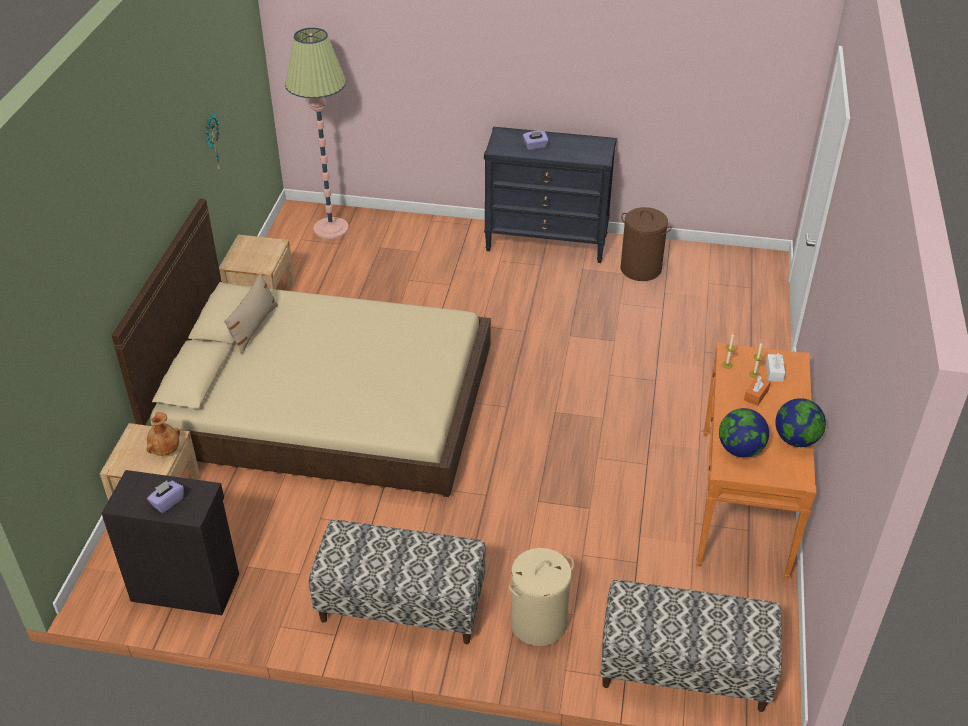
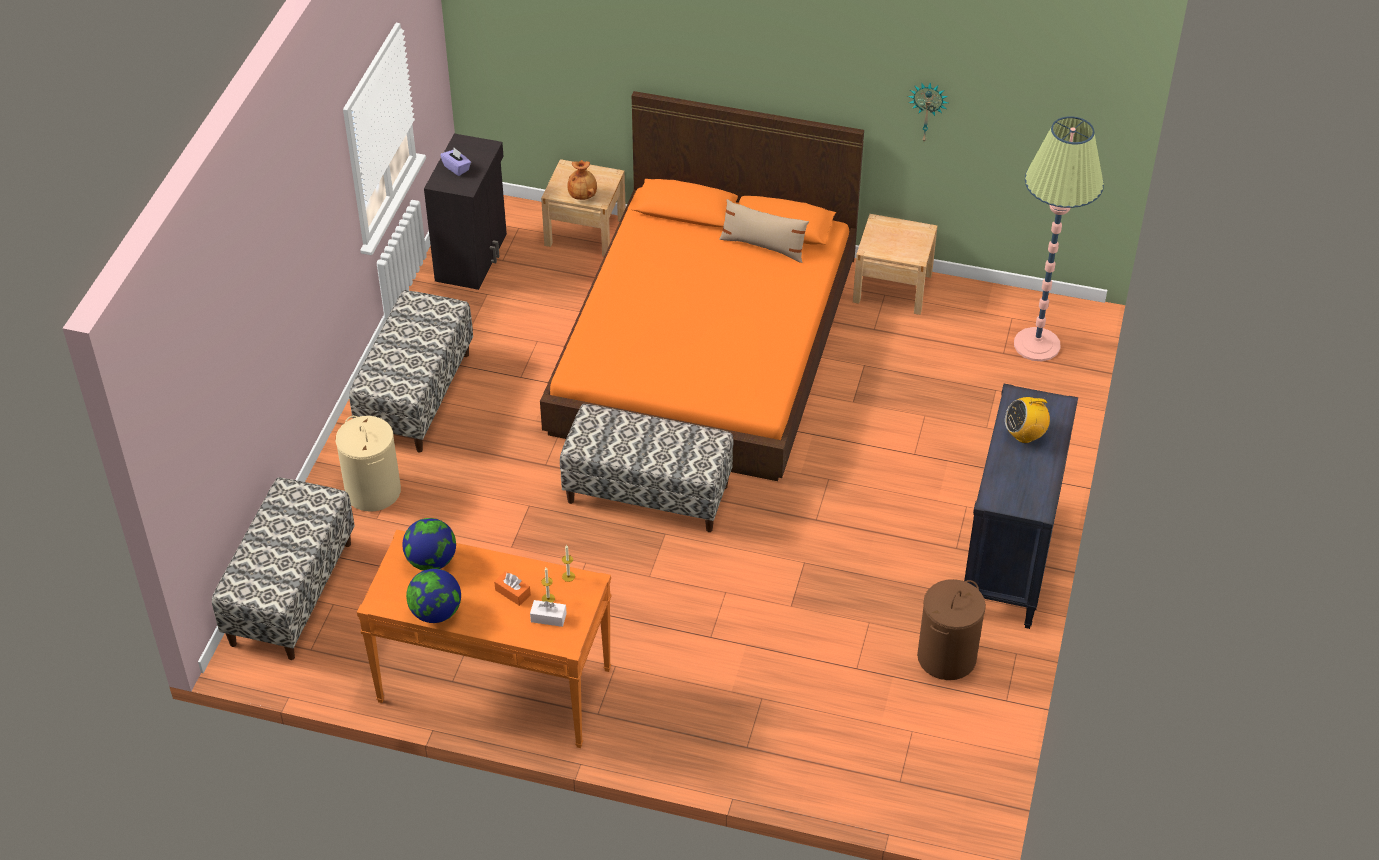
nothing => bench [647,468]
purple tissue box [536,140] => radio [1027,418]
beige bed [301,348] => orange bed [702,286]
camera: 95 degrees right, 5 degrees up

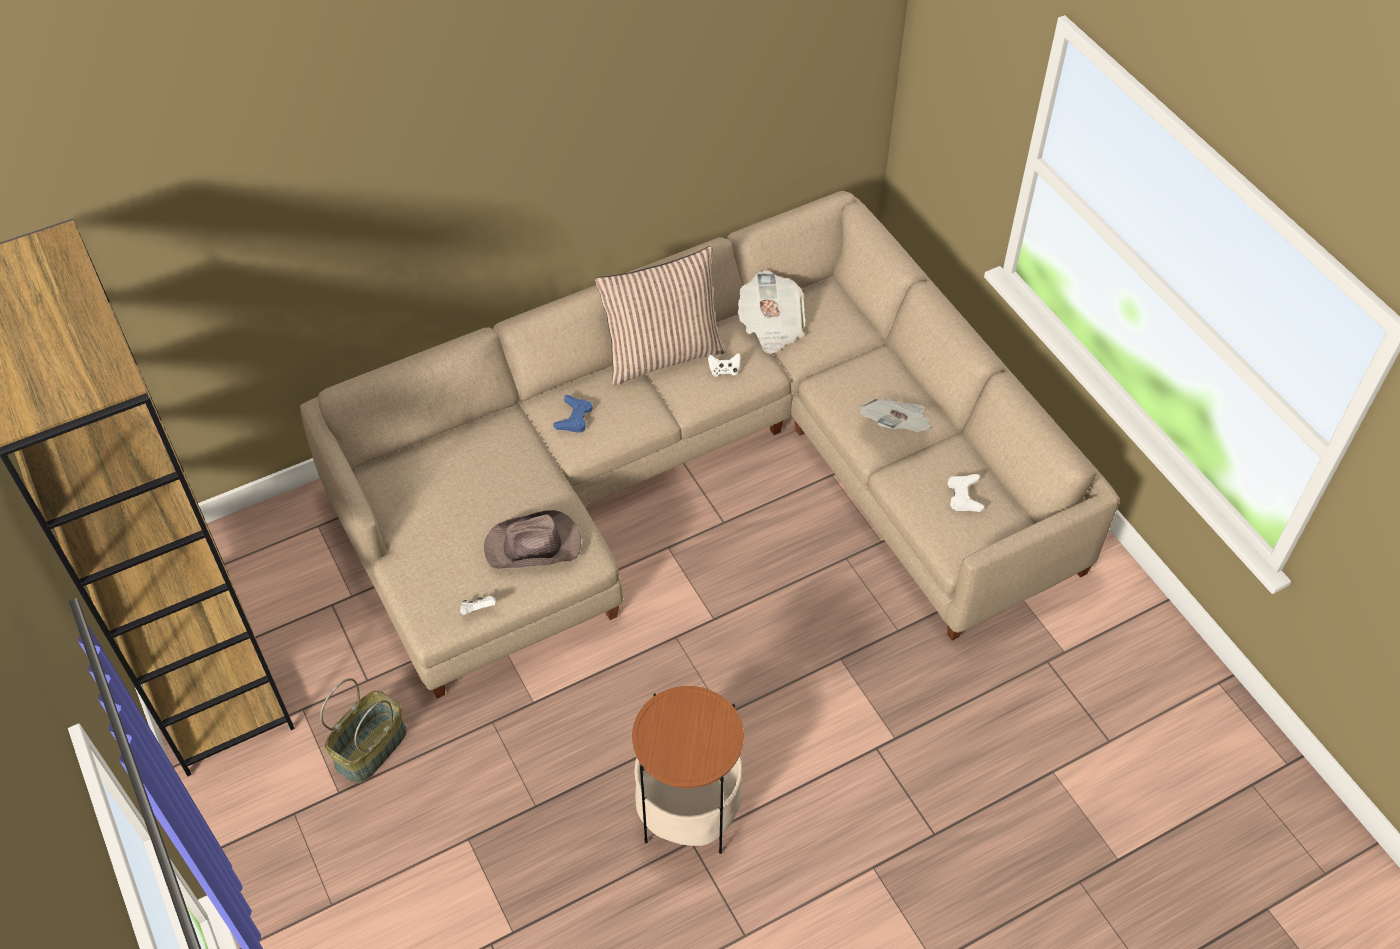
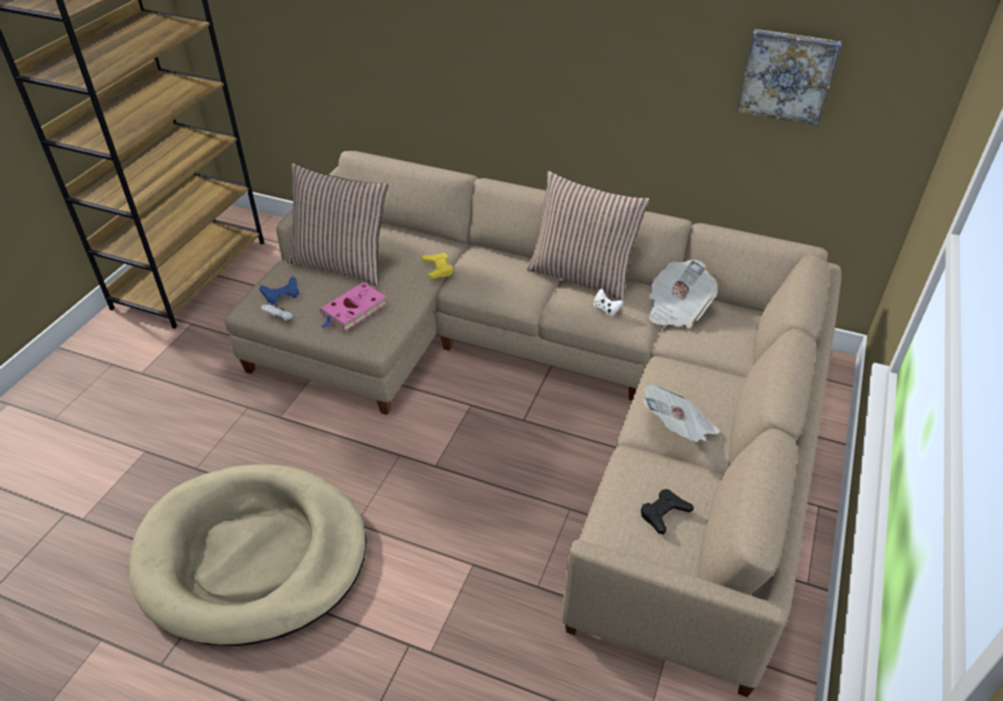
basket [363,730] => nothing
nothing => pillow [337,224]
nothing => yellow game controller [437,266]
nothing => picture [789,77]
blue game controller [573,414] => blue game controller [279,290], shifted
brown hat [532,539] => pink book [353,306]
side table [688,770] => beige dog bed [248,555]
white game controller [965,493] => black game controller [667,512]
camera: 50 degrees right, 10 degrees down

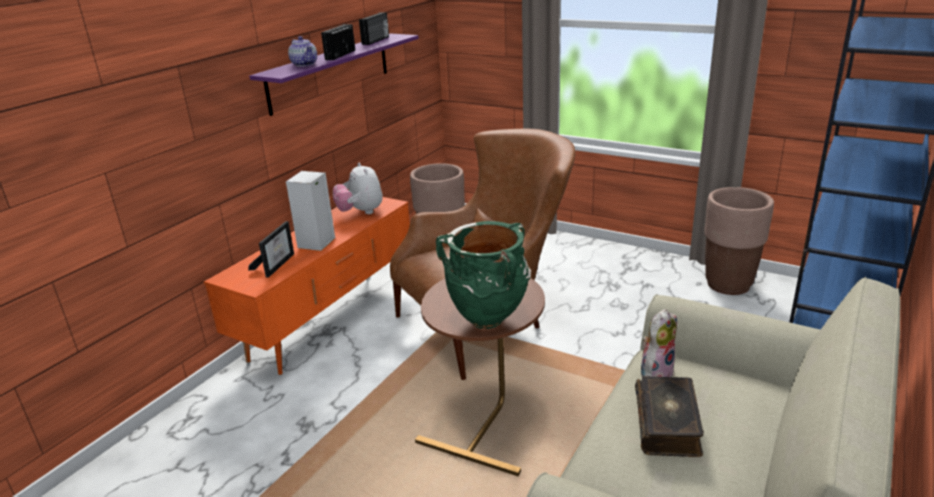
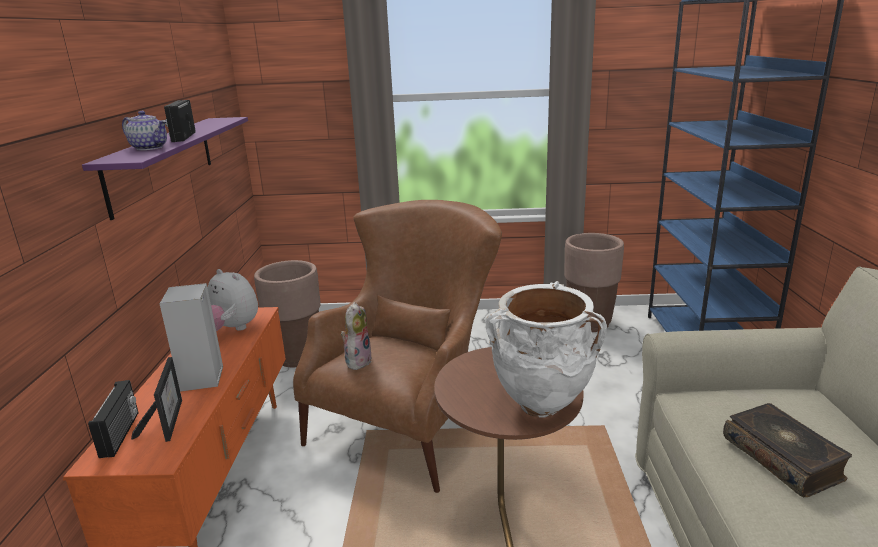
radio [374,28] => radio [113,419], shifted
plush toy [659,343] => plush toy [356,336], shifted
green vase [483,275] => white vase [546,349]
camera: 30 degrees left, 5 degrees down

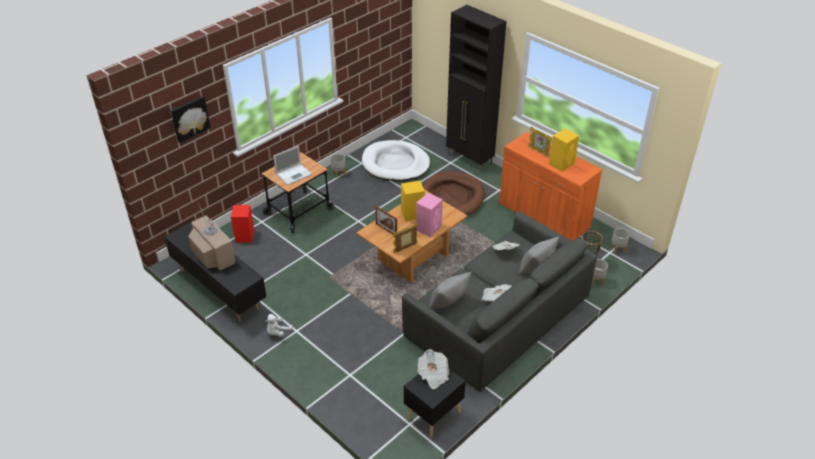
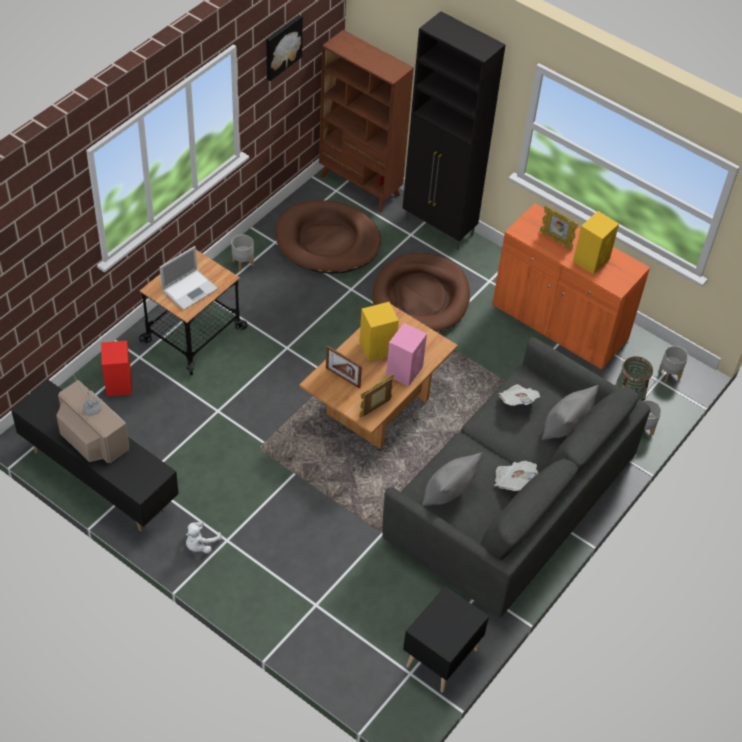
newspaper [433,369] => nothing
nothing => brown bookcase [366,121]
picture [191,119] => picture [284,48], shifted
white dog bed [396,160] => brown dog bed [328,237]
camera: 10 degrees left, 10 degrees up

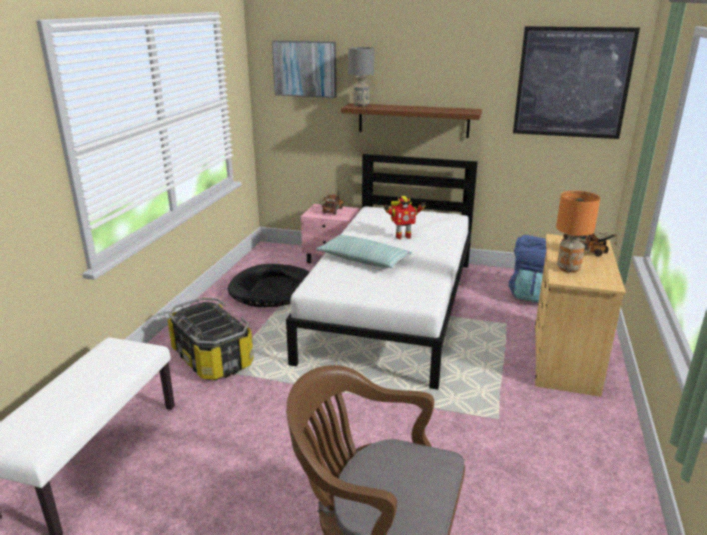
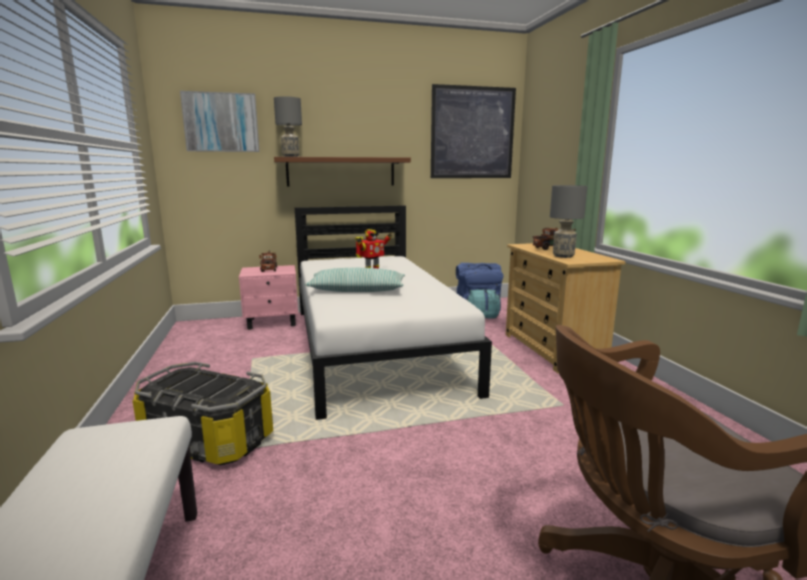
black dog bed [269,285] => nothing
orange table lamp [578,232] => grey table lamp [568,221]
camera: 30 degrees left, 10 degrees down

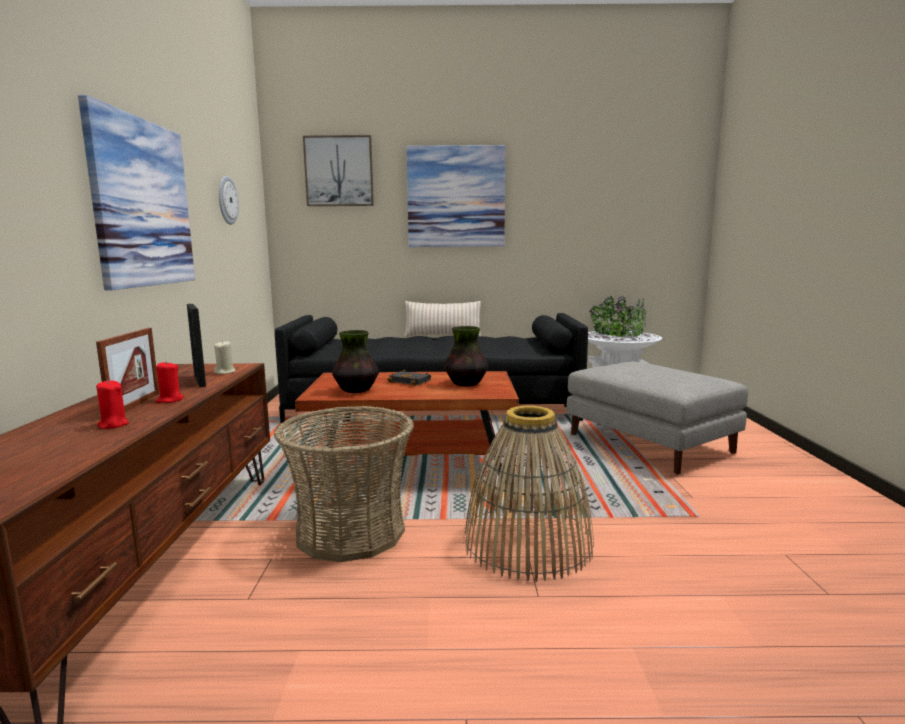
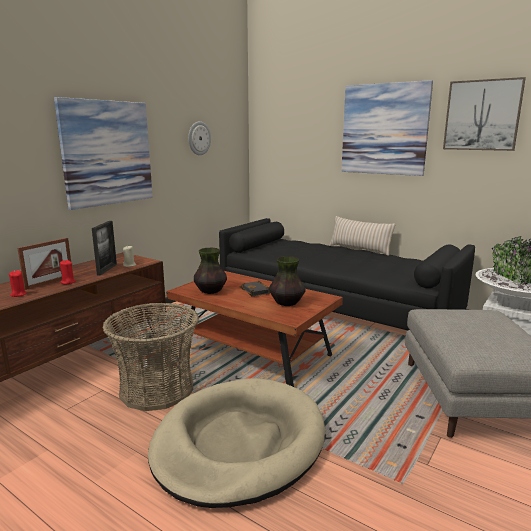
picture [338,170] => picture [484,114], shifted
basket [528,494] => beige dog bed [236,443]
camera: 35 degrees right, 5 degrees up

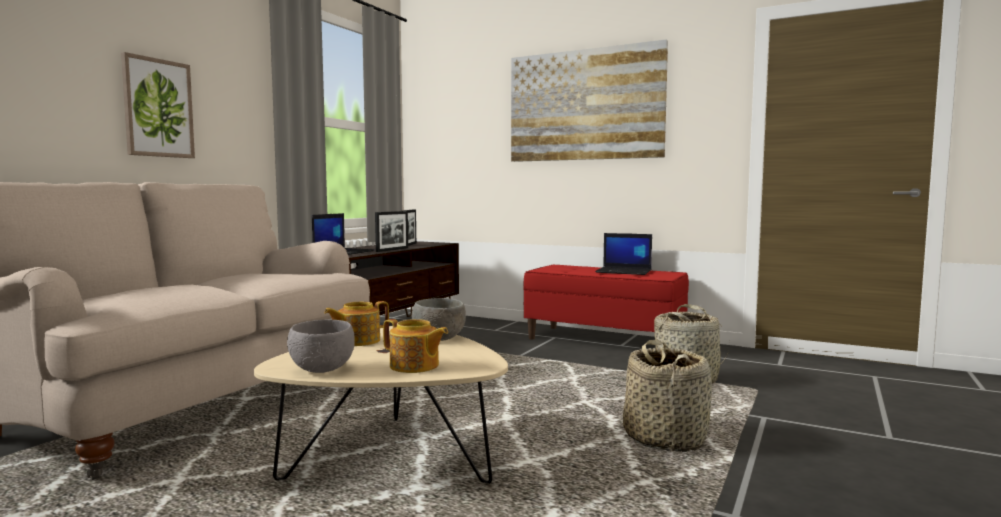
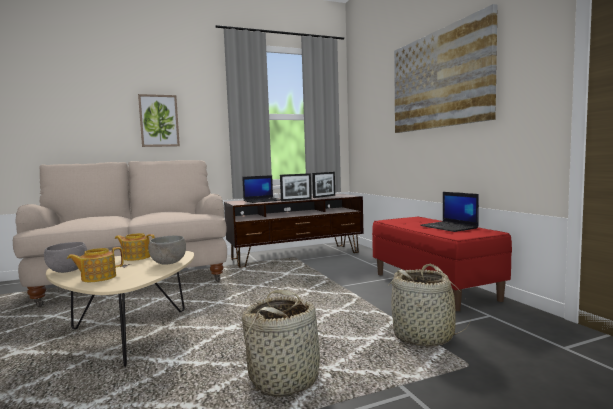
teapot [415,346] => teapot [95,264], 75 degrees clockwise
camera: 40 degrees right, 0 degrees up

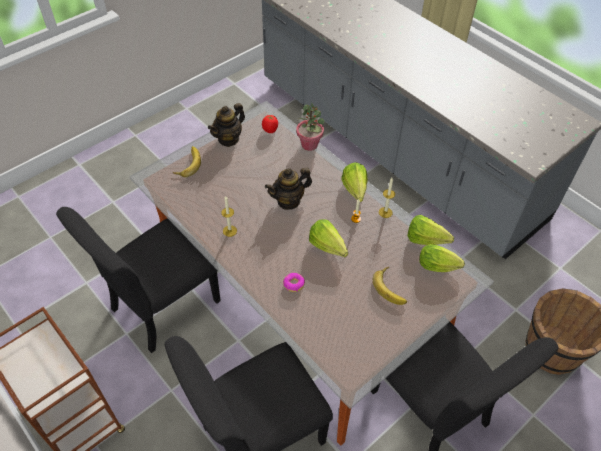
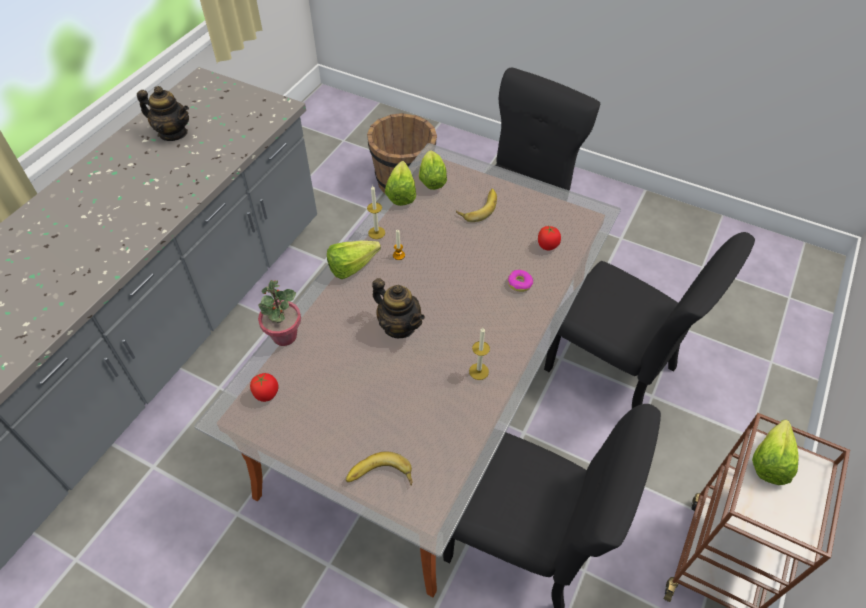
nothing => tomato [549,238]
teapot [226,125] => teapot [163,113], shifted
lettuce [328,238] => lettuce [775,452], shifted
camera: 110 degrees left, 0 degrees up

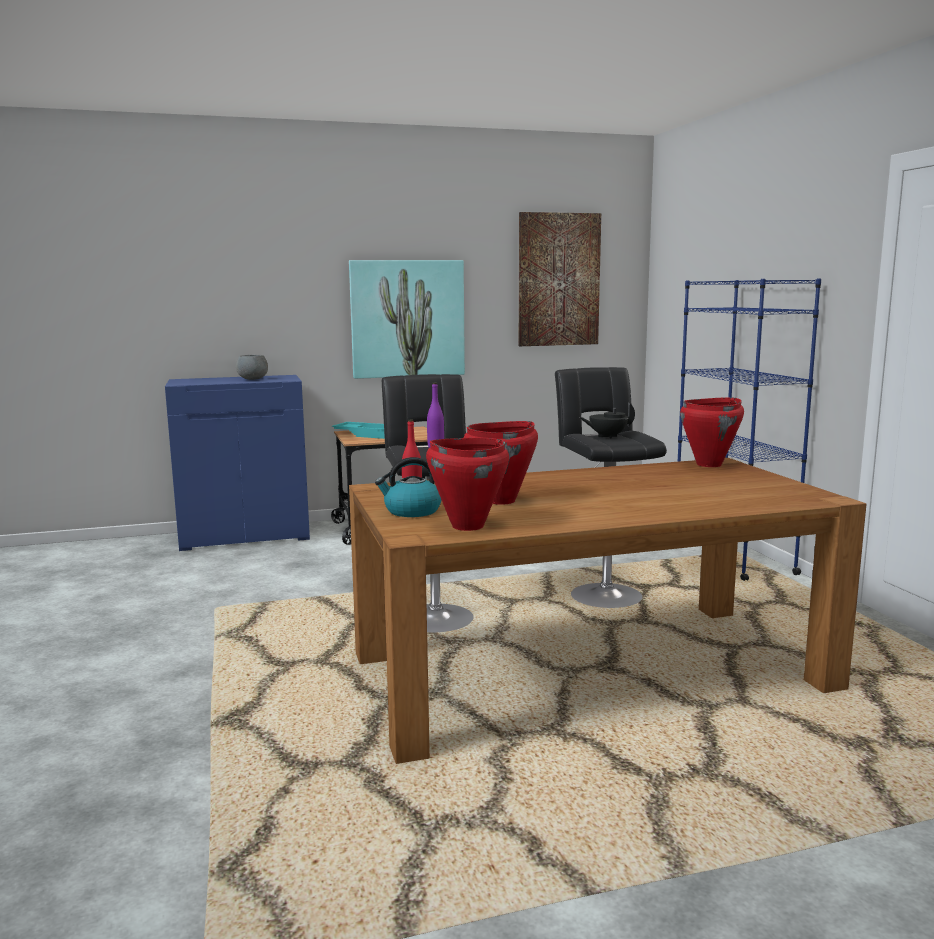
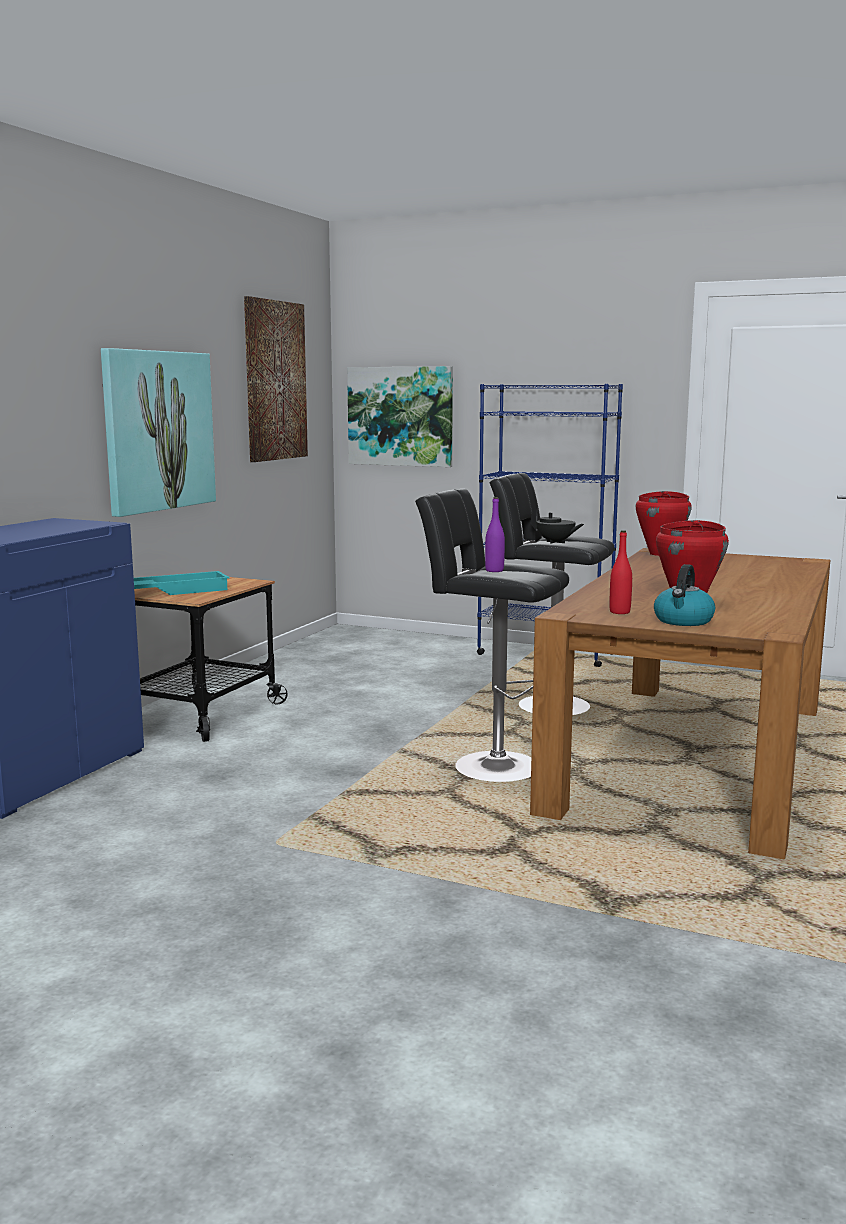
grey bowl [252,367] => nothing
red cooking pot [467,484] => nothing
nothing => picture [400,416]
black teapot [607,420] => black teapot [557,525], 90 degrees counterclockwise
camera: 50 degrees left, 0 degrees up

